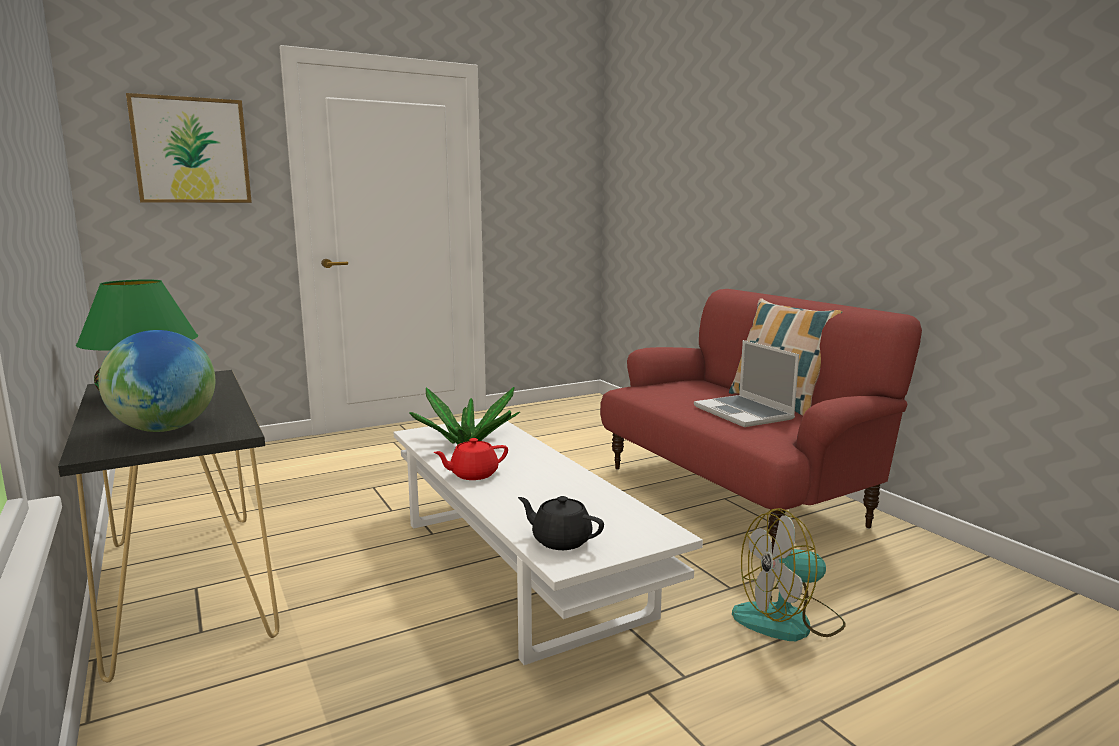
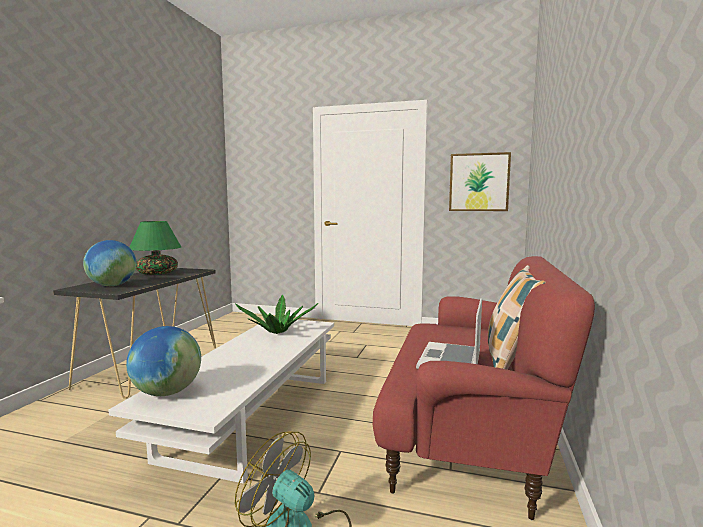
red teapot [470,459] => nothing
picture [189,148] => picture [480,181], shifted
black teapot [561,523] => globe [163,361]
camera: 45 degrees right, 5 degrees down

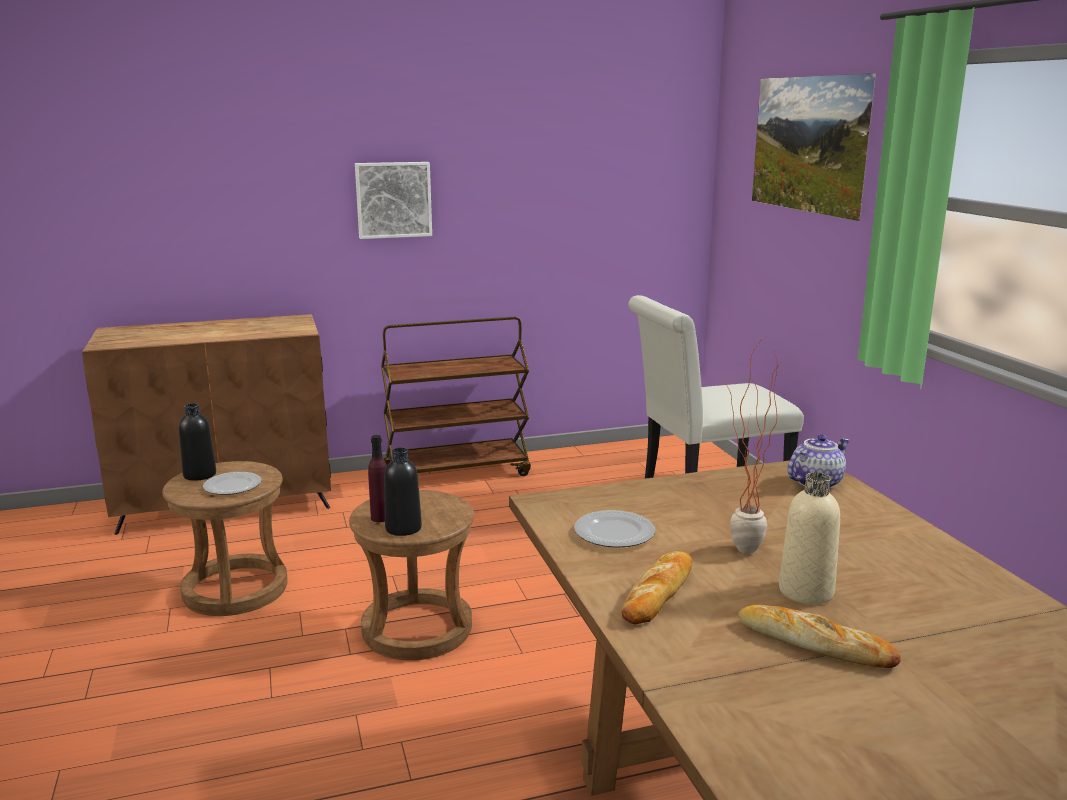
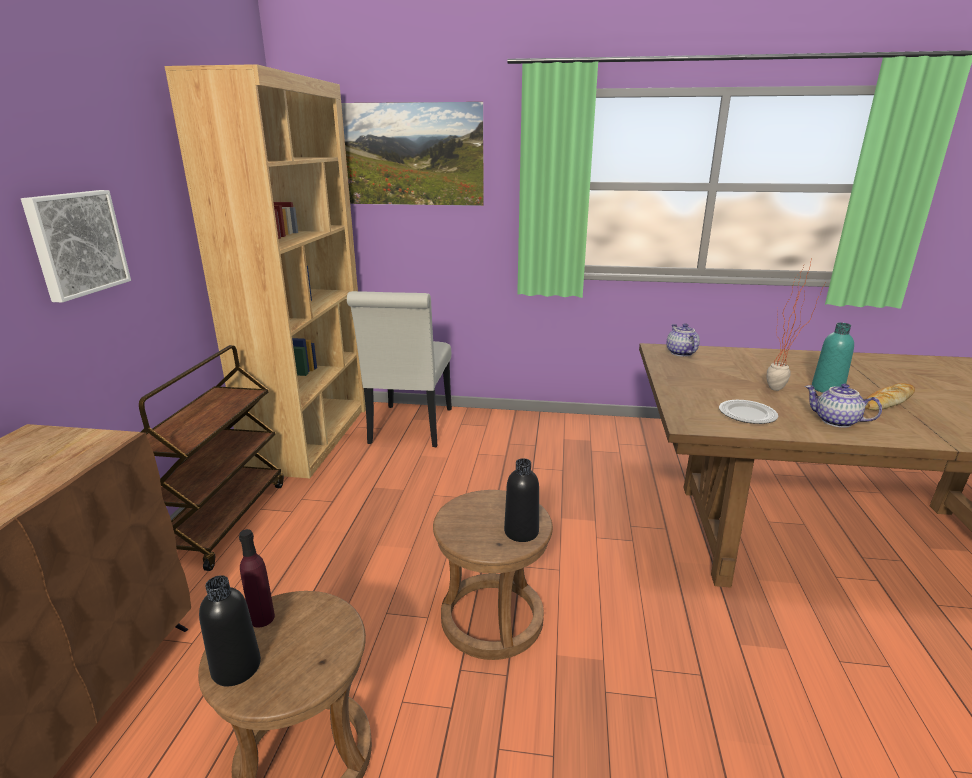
plate [232,483] => nothing
nothing => brown bookcase [265,271]
purple bottle [377,478] => purple bottle [257,578], shifted
bread [656,588] => teapot [843,406]
beige bottle [809,538] => turquoise bottle [833,358]
camera: 65 degrees left, 5 degrees up

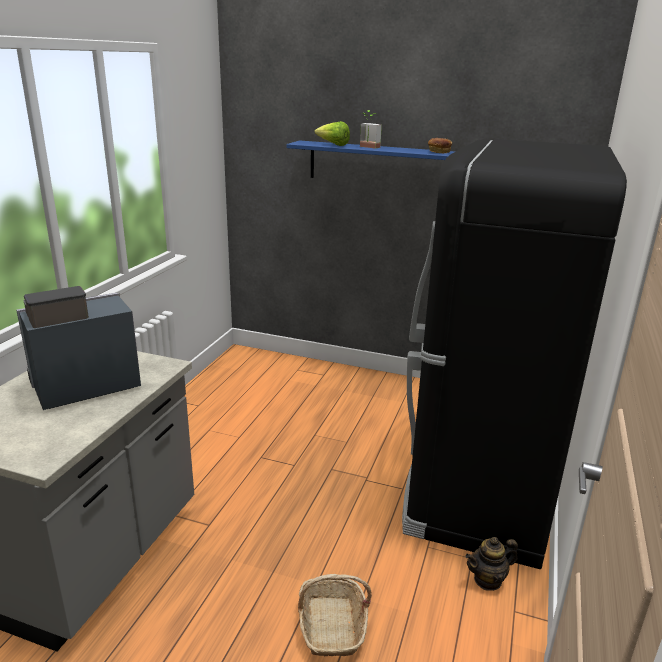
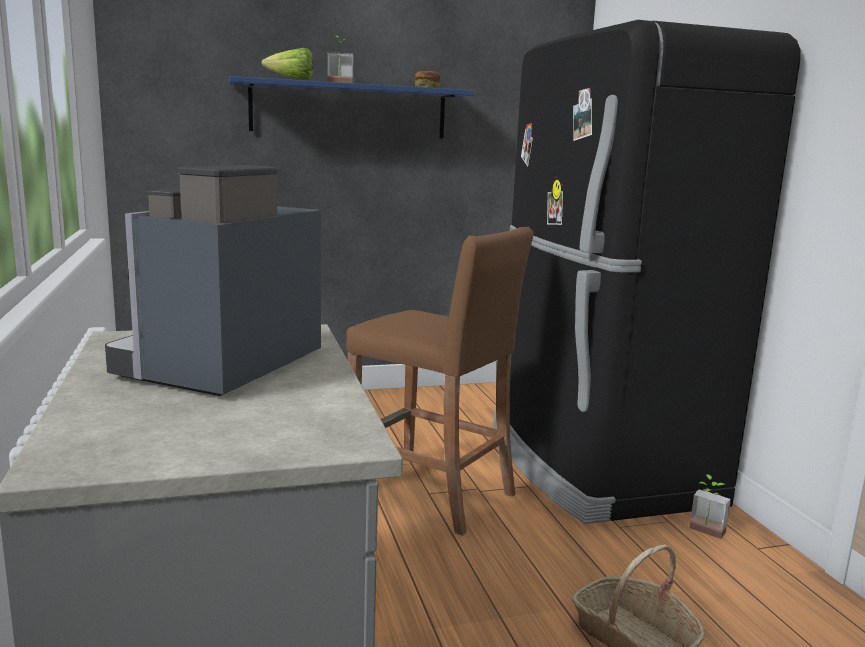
nothing => brown stool [440,381]
teapot [491,564] => potted plant [710,507]
camera: 35 degrees left, 10 degrees down

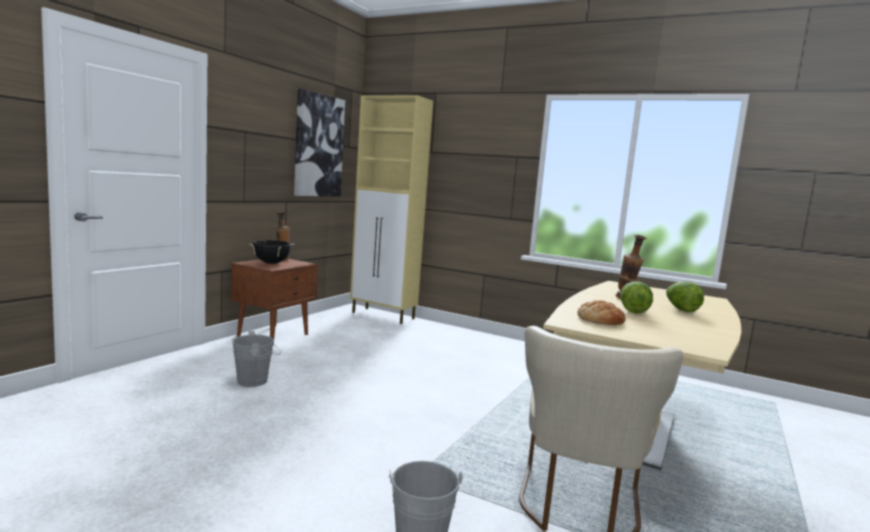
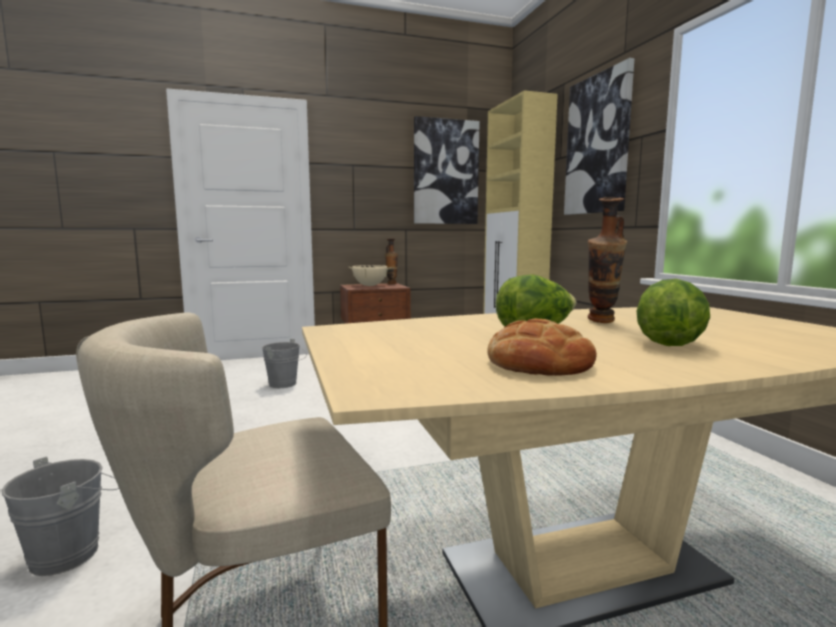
nothing => picture [599,136]
bread [601,312] => bread [542,347], shifted
black cooking pot [272,252] => beige cooking pot [369,275]
camera: 45 degrees right, 0 degrees up

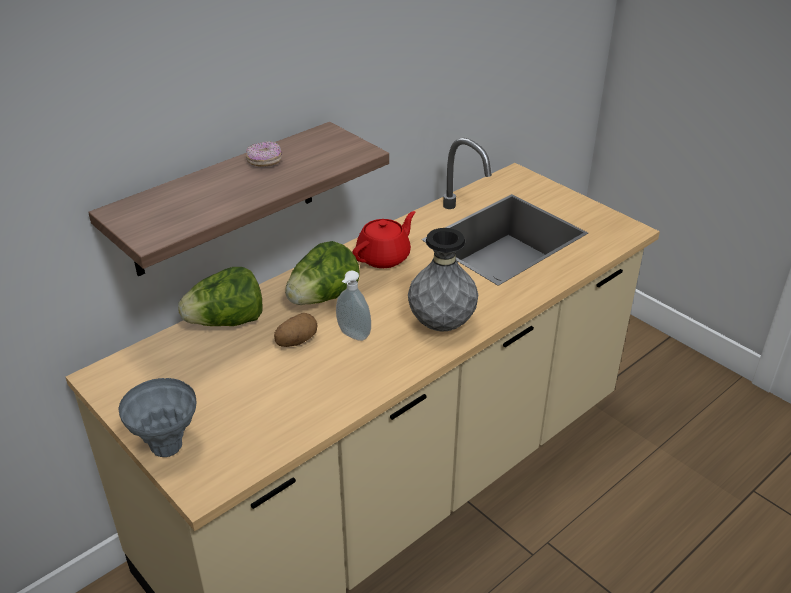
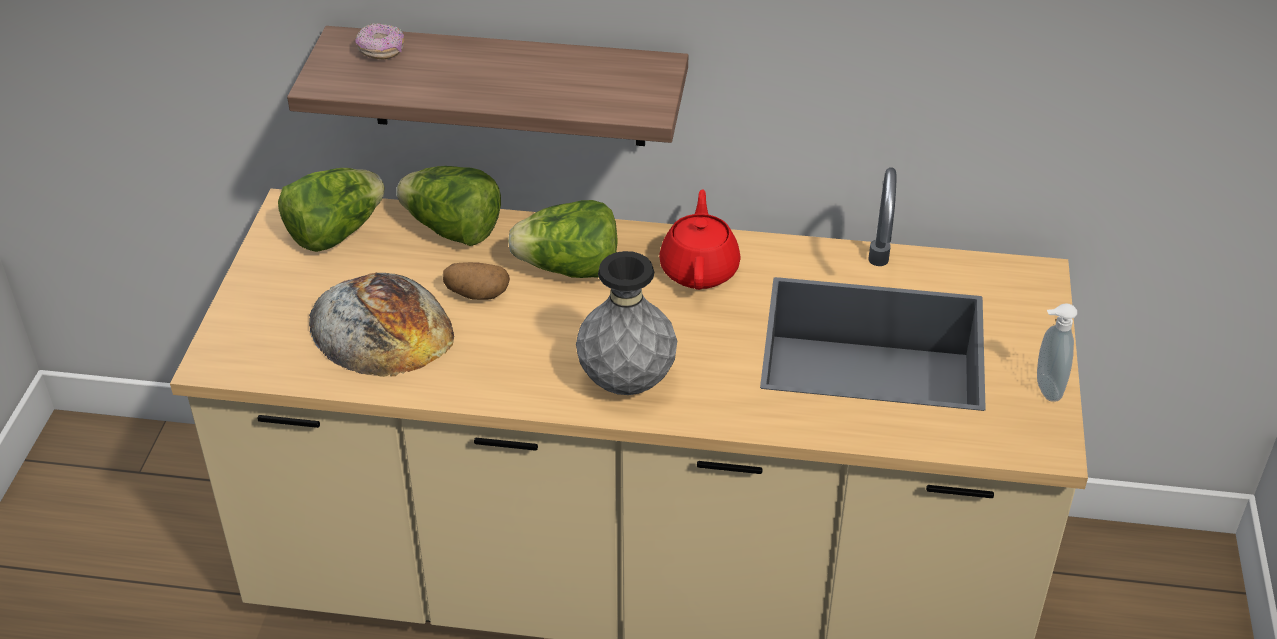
grey vase [157,417] => nothing
nothing => lettuce [331,210]
nothing => bread [381,325]
donut [264,154] => donut [379,41], shifted
soap dispenser [353,306] => soap dispenser [1057,352], shifted
red teapot [383,239] => red teapot [700,239], 90 degrees counterclockwise
camera: 50 degrees right, 5 degrees up

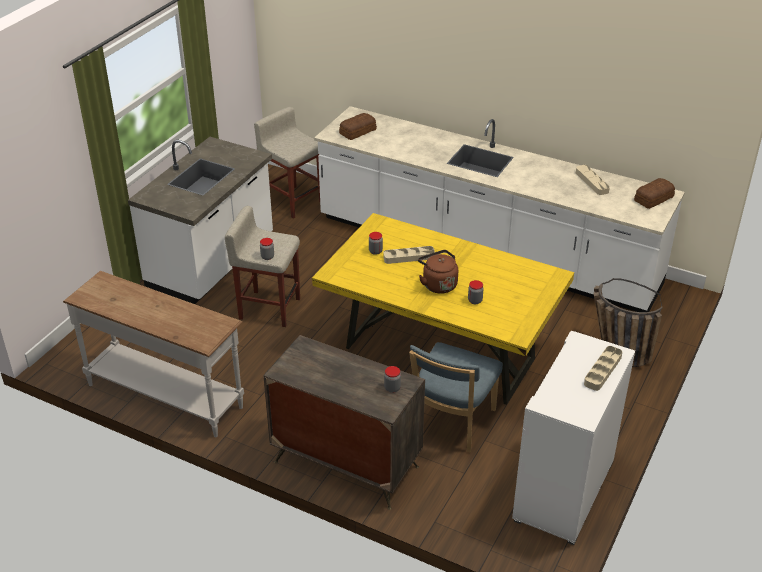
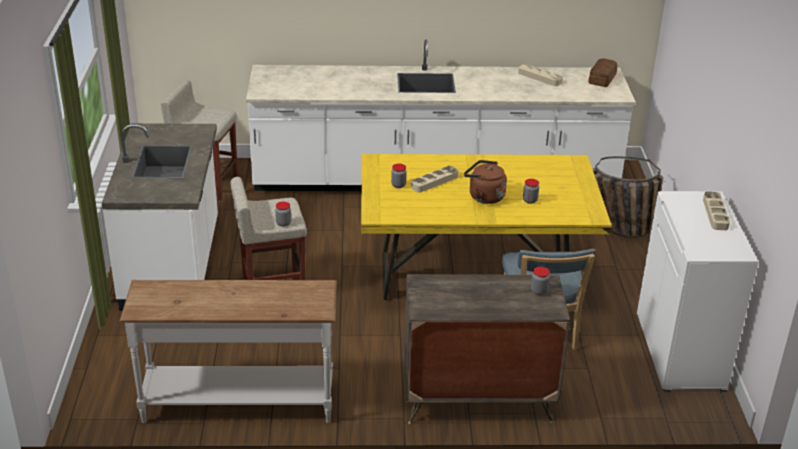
bread [358,126] => nothing
camera: 30 degrees left, 5 degrees down

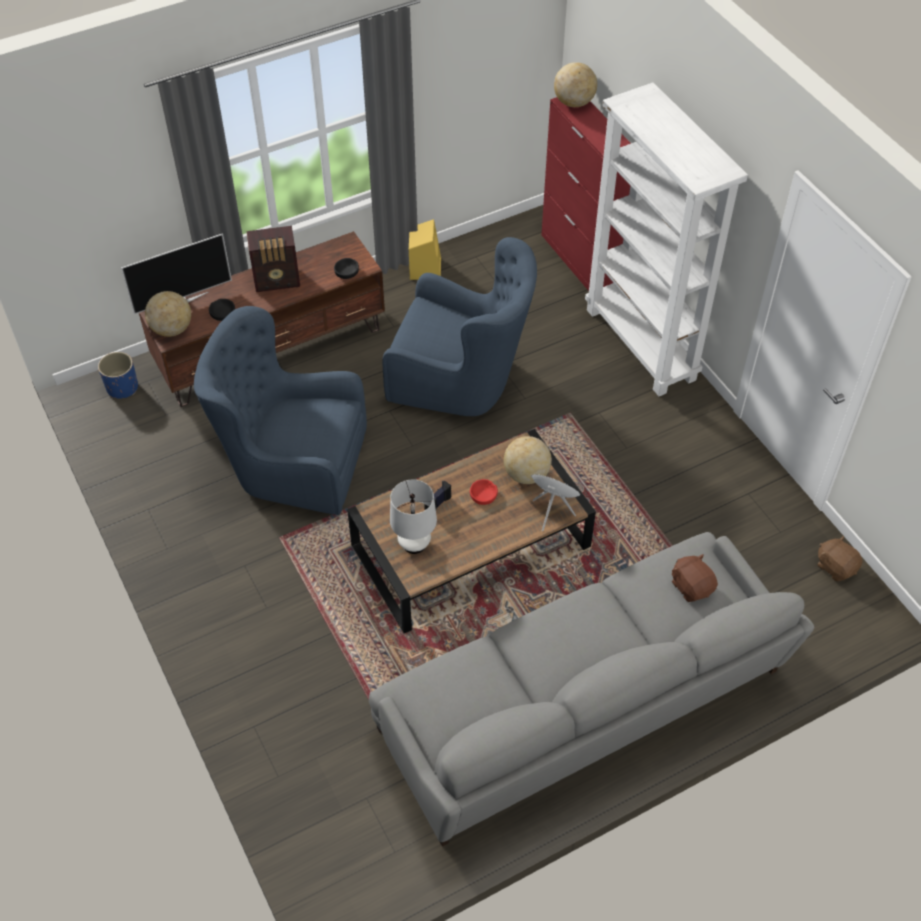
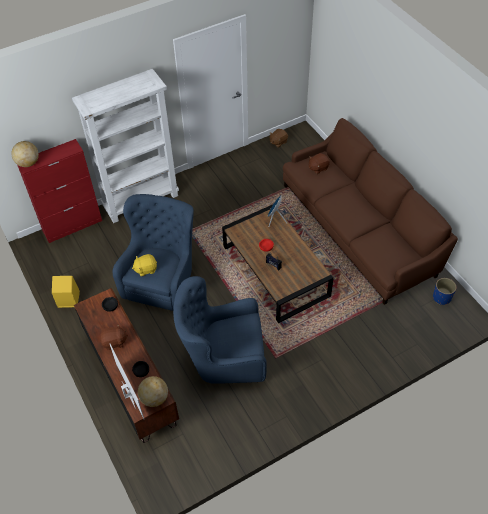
white table lamp [413,517] => nothing
globe [528,460] => nothing
nothing => yellow plush toy [144,265]
blue planter [118,375] => blue planter [445,291], shifted
radio [273,259] => brown plush toy [114,337]
grey sofa [591,689] => brown sofa [370,211]
blue armchair [280,410] => blue armchair [220,330], 75 degrees clockwise
camera: 90 degrees left, 0 degrees up

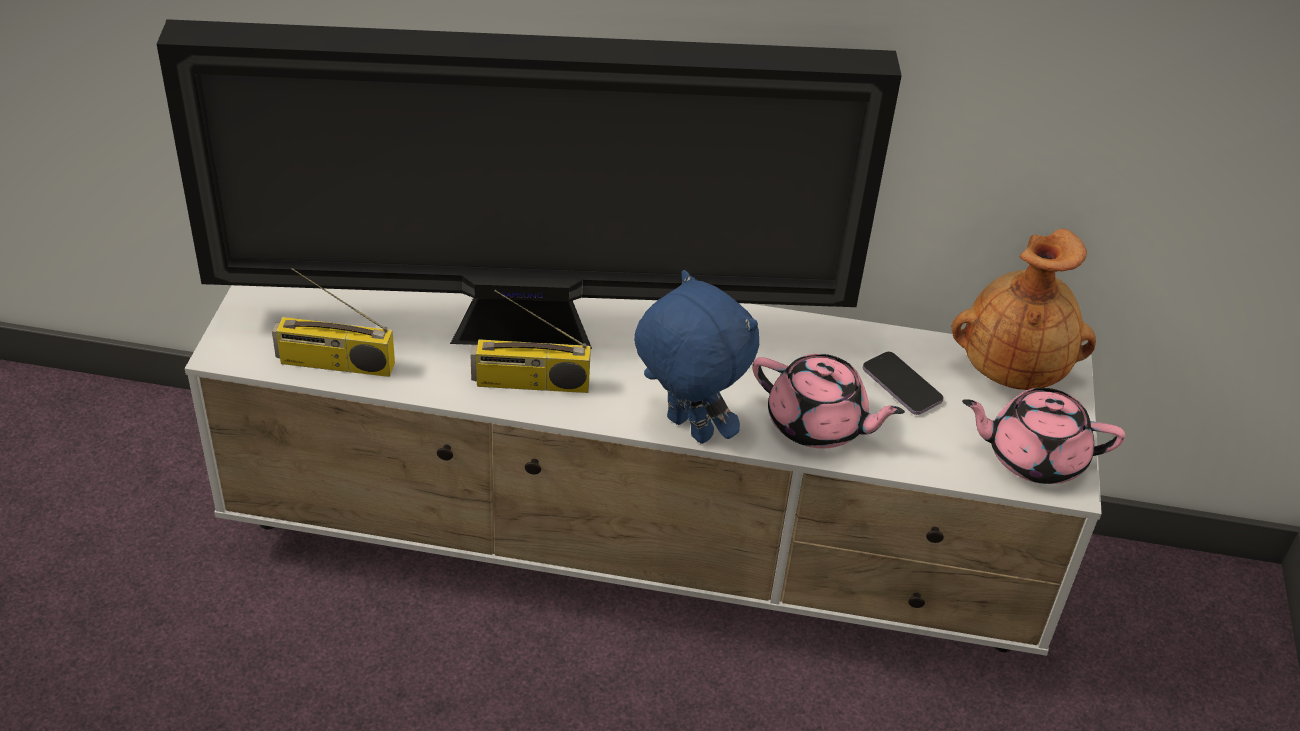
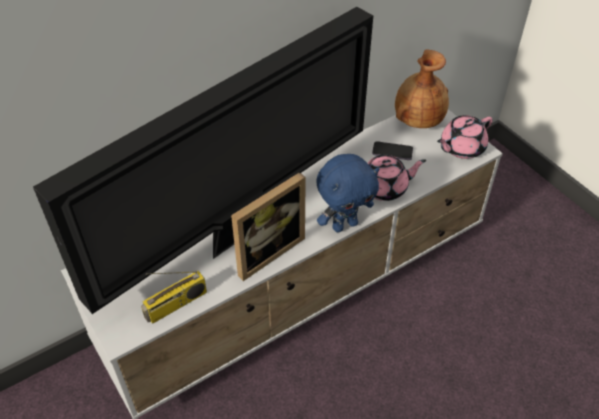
radio [531,341] => picture frame [268,226]
blue plush toy [696,357] => blue plush toy [348,193], 150 degrees clockwise
camera: 40 degrees left, 5 degrees up

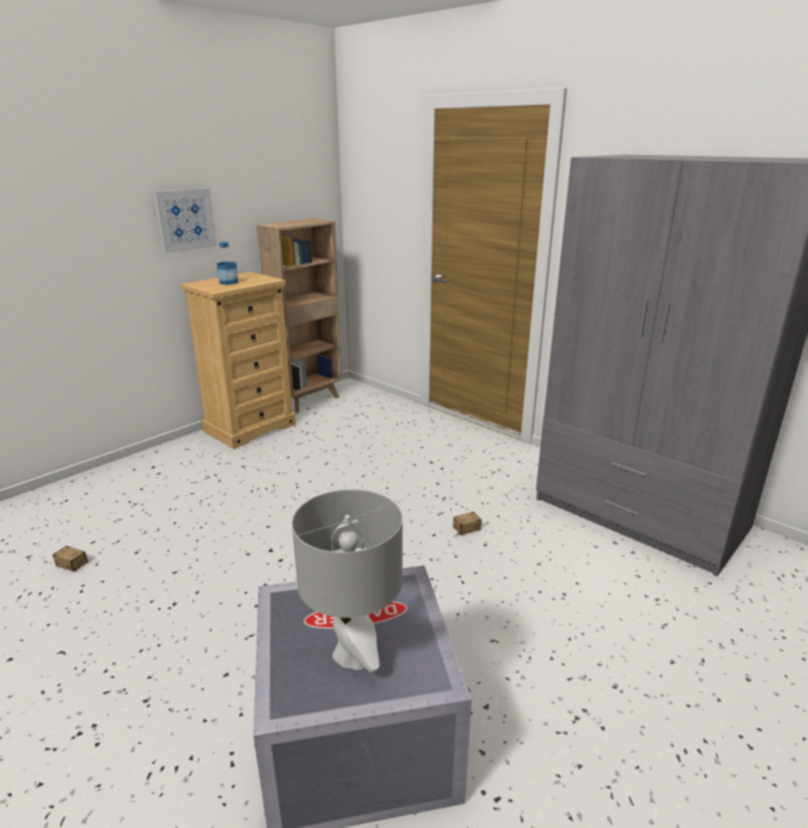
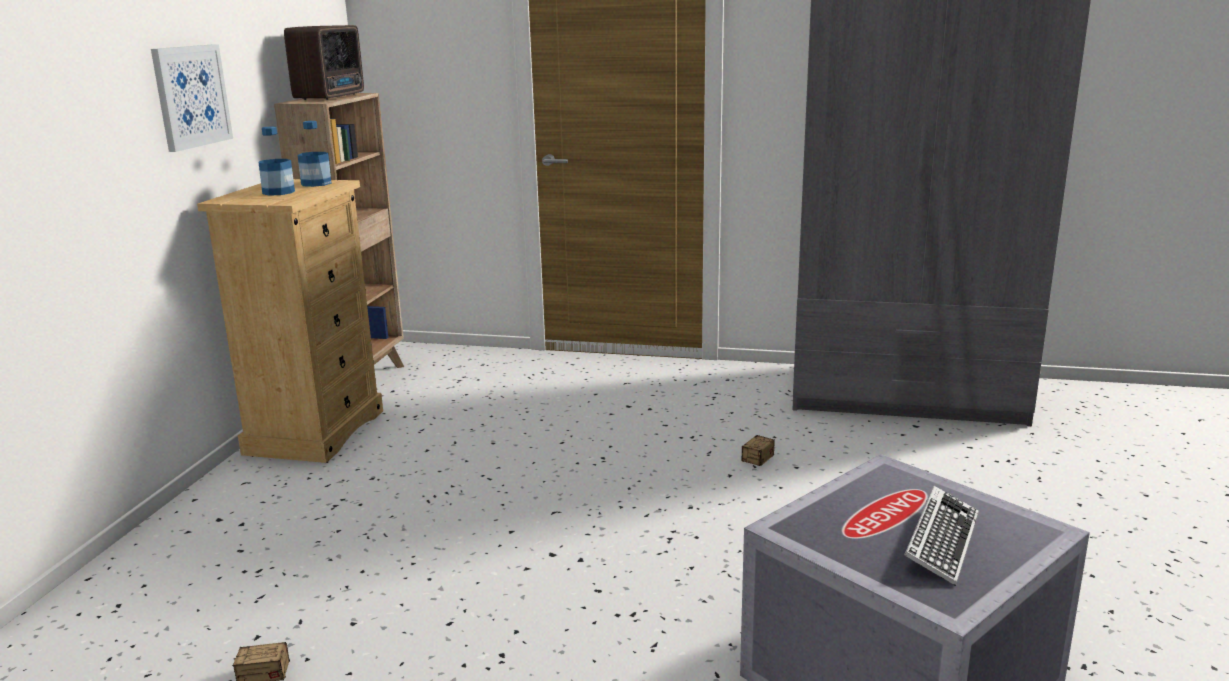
nothing => radio [324,62]
nothing => bottle [315,154]
grey table lamp [347,581] => keyboard [941,536]
camera: 30 degrees left, 5 degrees down

